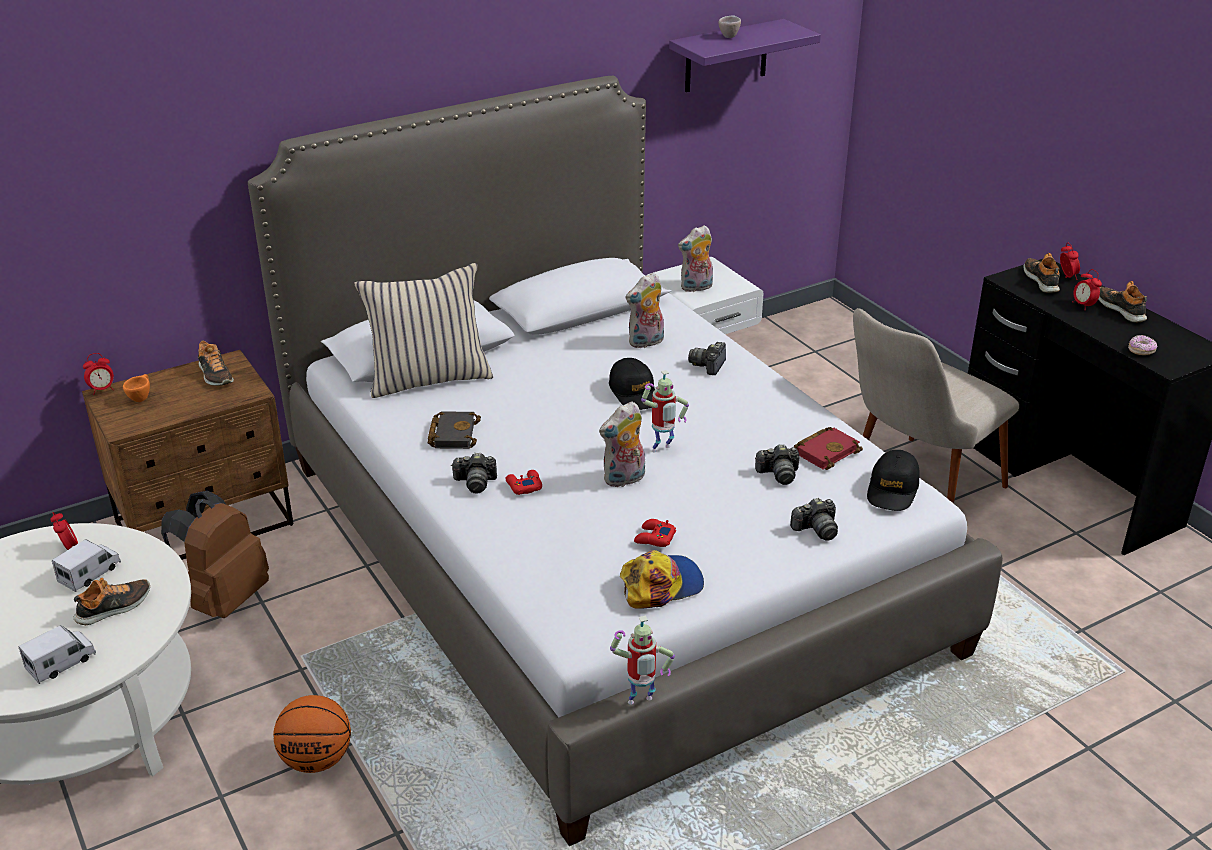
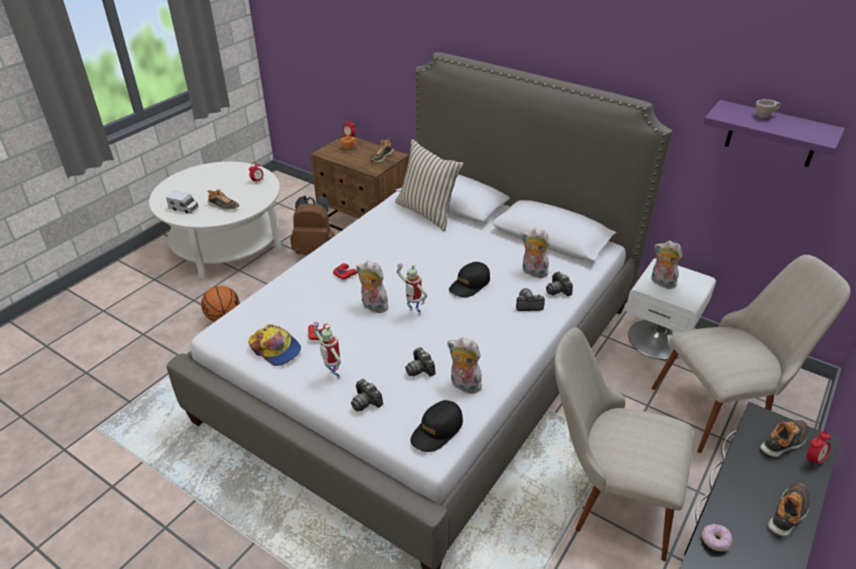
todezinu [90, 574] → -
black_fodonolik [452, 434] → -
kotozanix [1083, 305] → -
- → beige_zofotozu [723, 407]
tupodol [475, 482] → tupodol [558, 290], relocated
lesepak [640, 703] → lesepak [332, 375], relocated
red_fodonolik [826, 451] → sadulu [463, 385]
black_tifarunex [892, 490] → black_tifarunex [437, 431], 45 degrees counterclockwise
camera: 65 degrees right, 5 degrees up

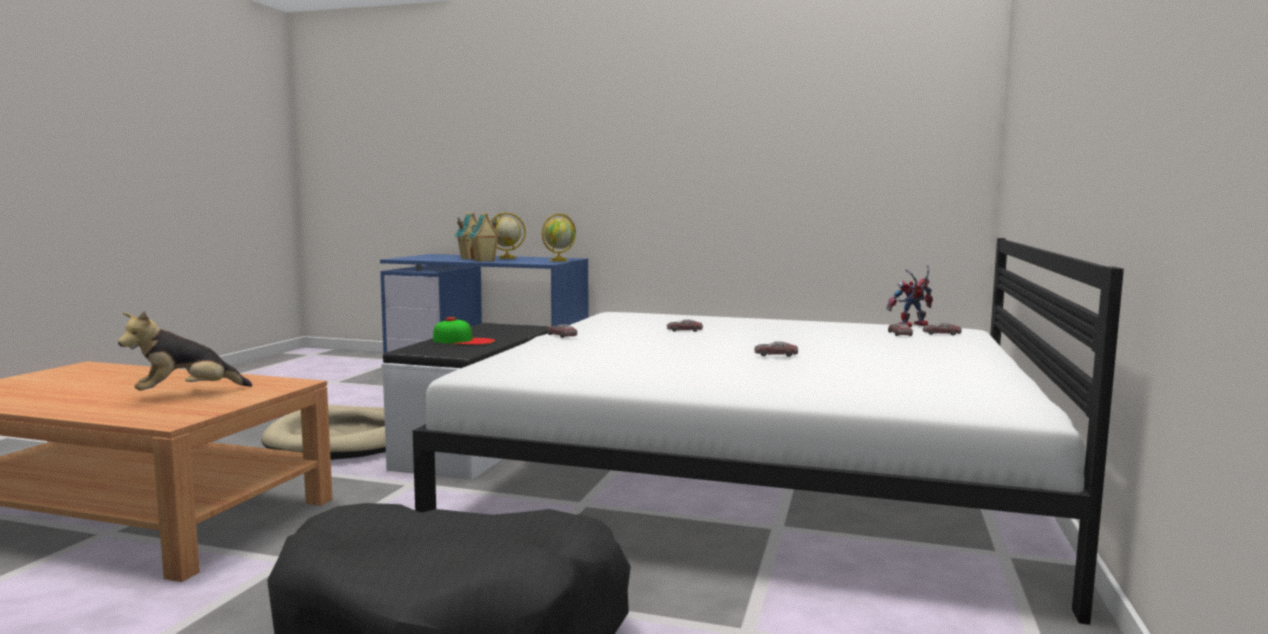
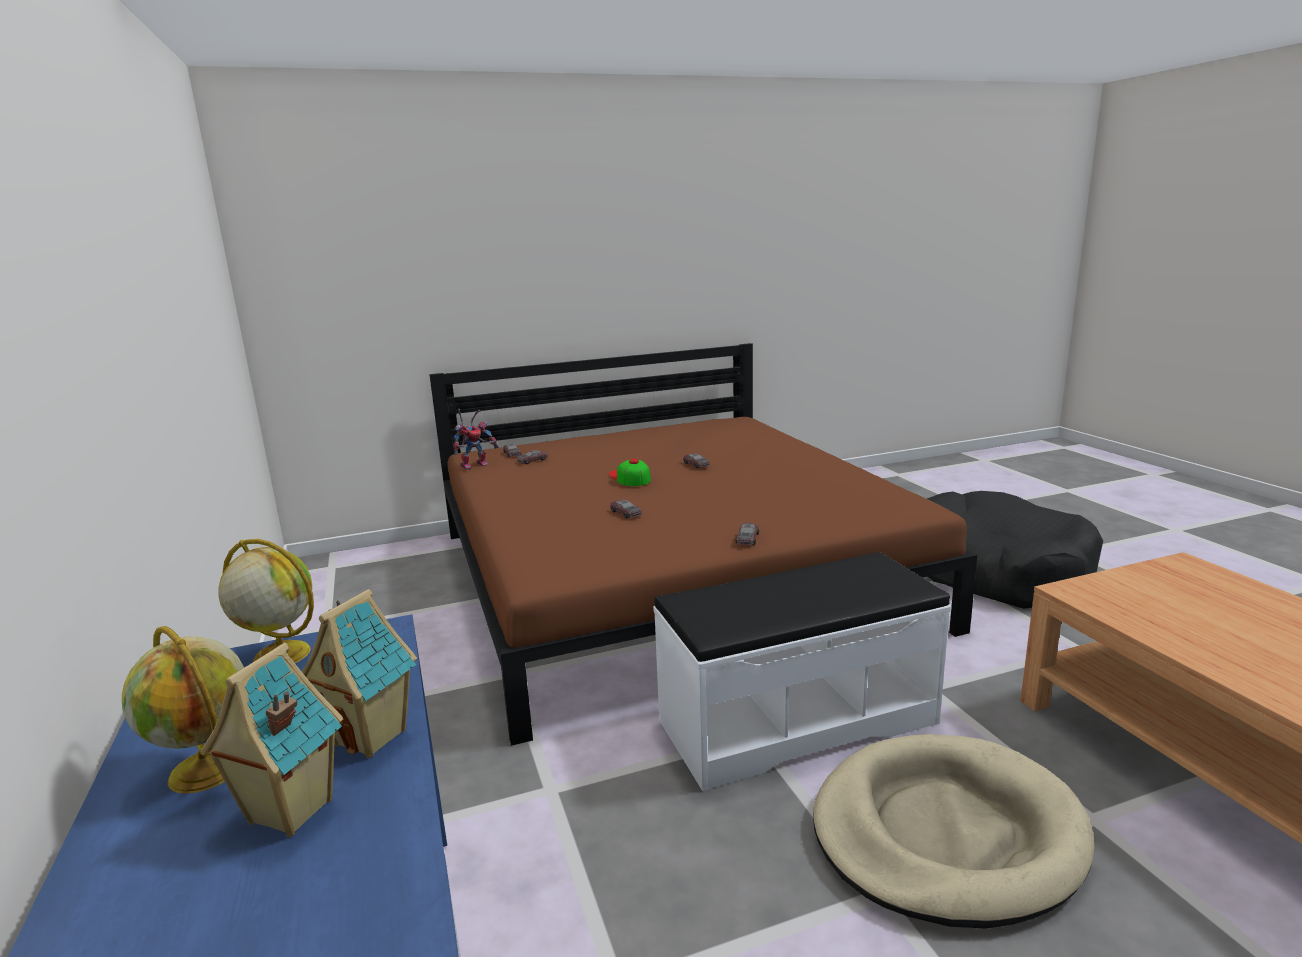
sadulu [186, 394] → -
tifarunex [463, 341] → tifarunex [629, 477], relocated
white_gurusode [758, 472] → brown_gurusode [668, 577]
lesepak [911, 326] → lesepak [475, 465], 75 degrees counterclockwise
camera: 125 degrees left, 10 degrees up

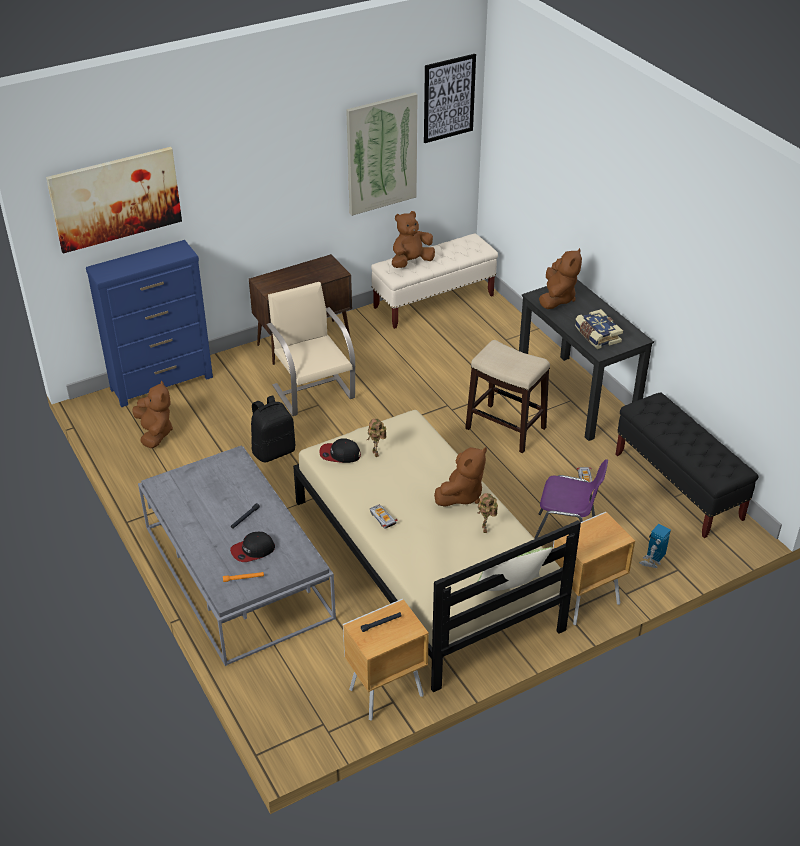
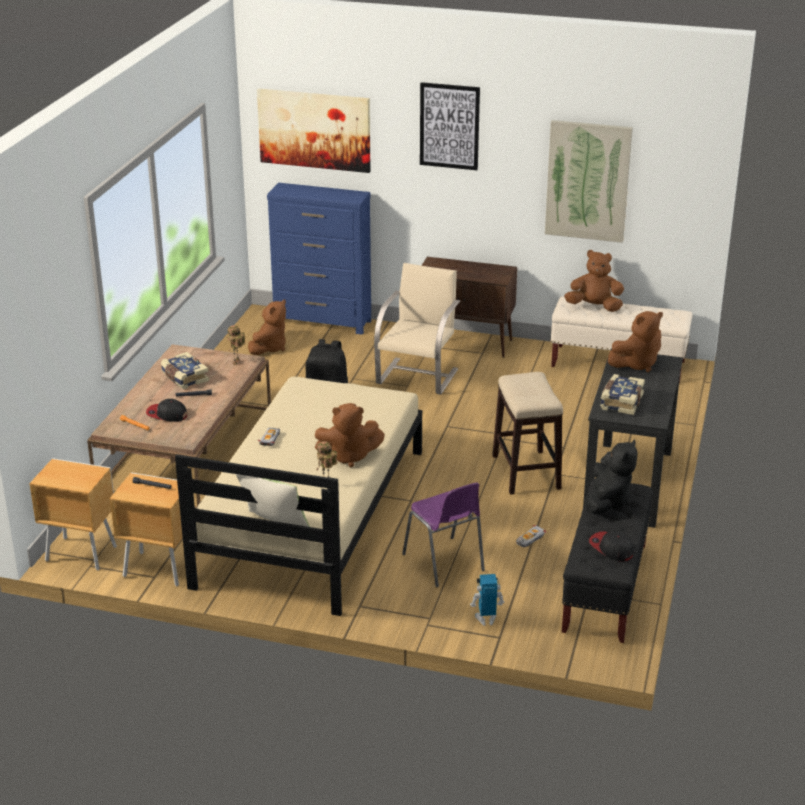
- → fodonolik [184, 378]
- → black_sadulu [607, 501]
tifarunex [339, 454] → tifarunex [611, 548], relocated
lesepak [376, 454] → lesepak [237, 363], relocated
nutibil [449, 98] → nutibil [449, 126], relocated
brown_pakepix [583, 601] → brown_pakepix [80, 553], relocated
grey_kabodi [238, 572] → brown_kabodi [187, 450]
camera: 45 degrees right, 10 degrees down

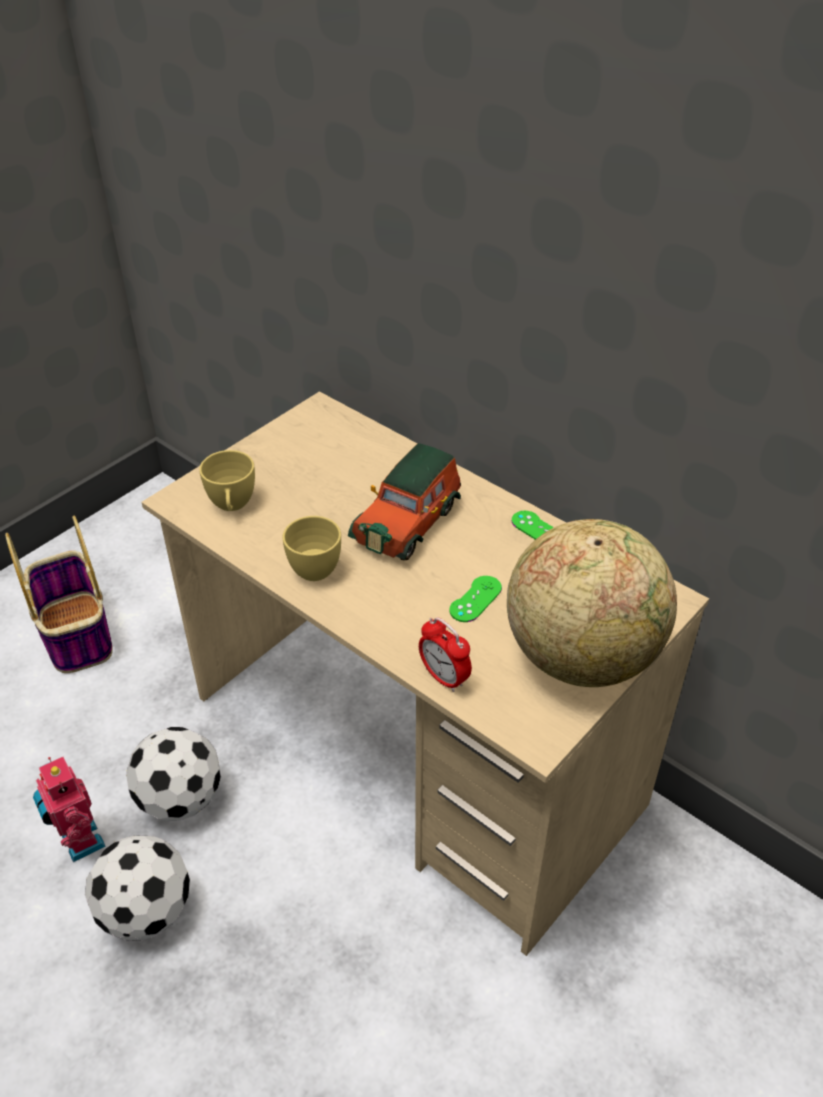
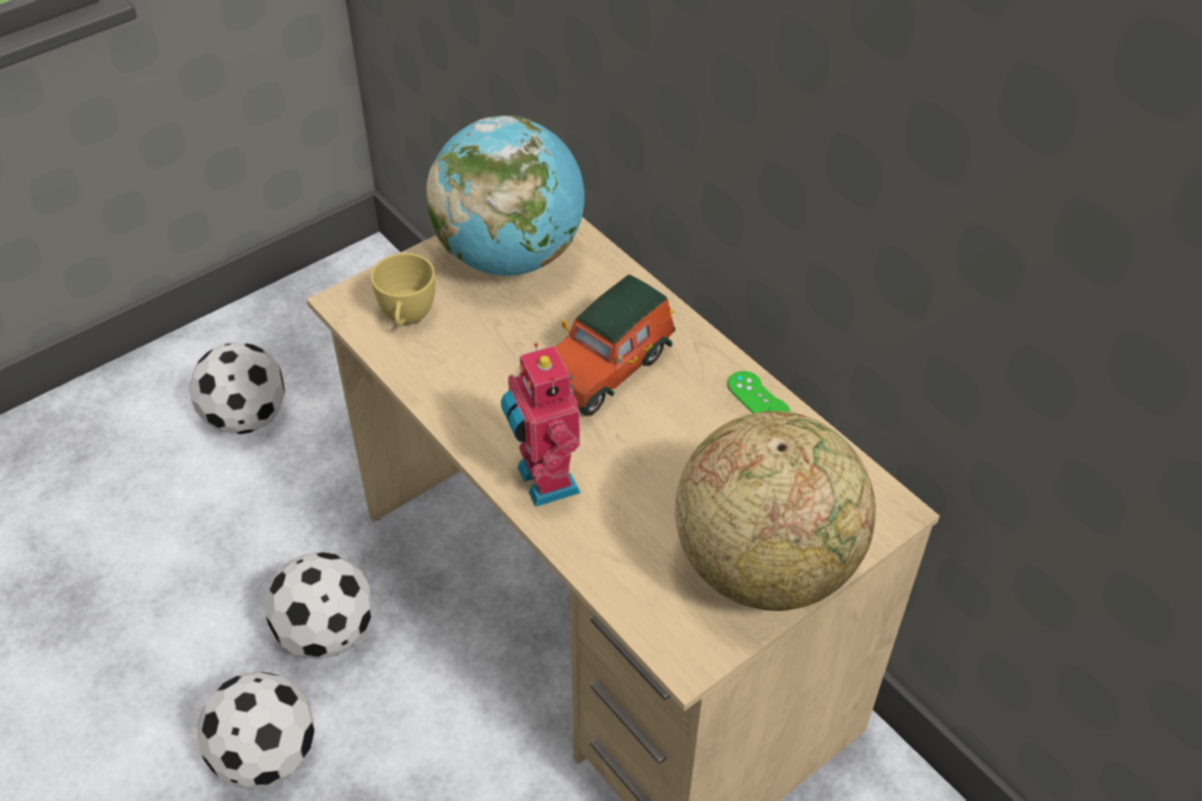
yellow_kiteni [315, 565] → -
kotozanix [444, 677] → -
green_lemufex [475, 599] → -
- → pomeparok [510, 256]
lesepak [79, 841] → lesepak [544, 481], relocated
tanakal [75, 632] → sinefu [245, 417]
camera: 10 degrees right, 5 degrees up

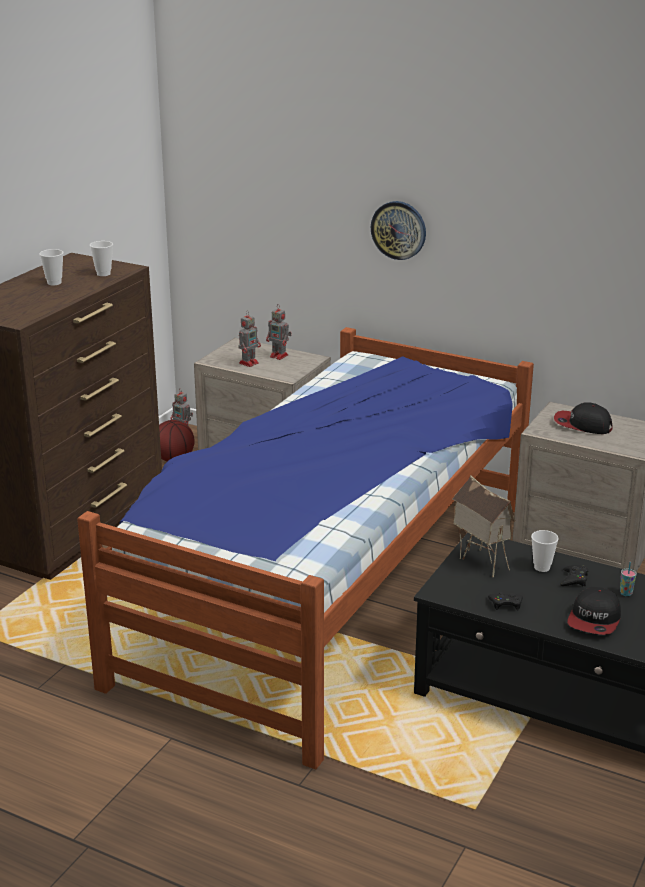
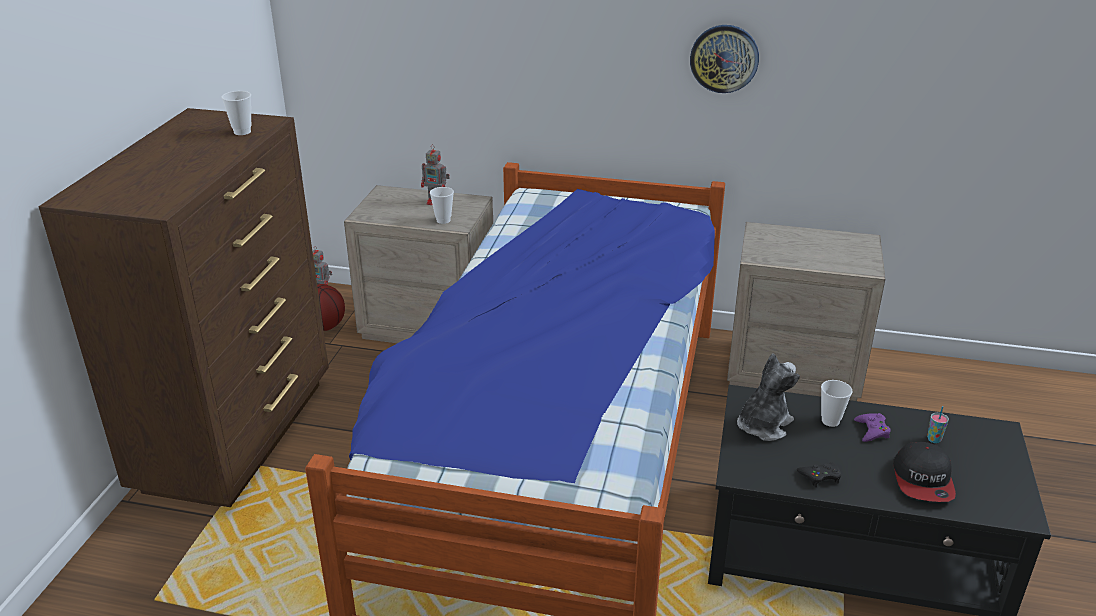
lesepak [249, 363] → -
tifarunex [582, 425] → -
kiteni [54, 283] → kiteni [443, 220], relocated
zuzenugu [399, 230] → zuzenugu [724, 58], relocated
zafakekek [480, 562] → sadulu [763, 425]
black_lemufex [574, 579] → purple_lemufex [872, 431]
camera: 15 degrees left, 5 degrees up

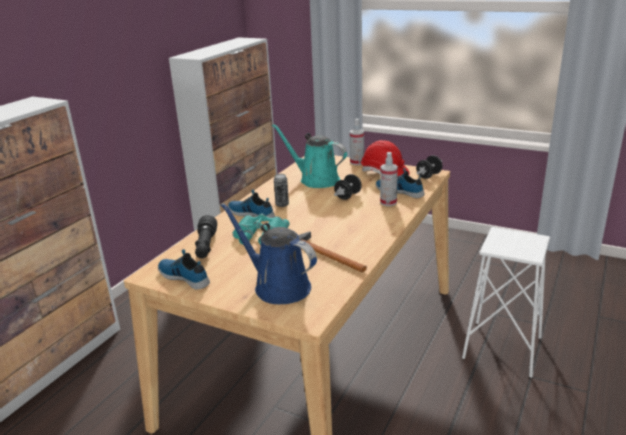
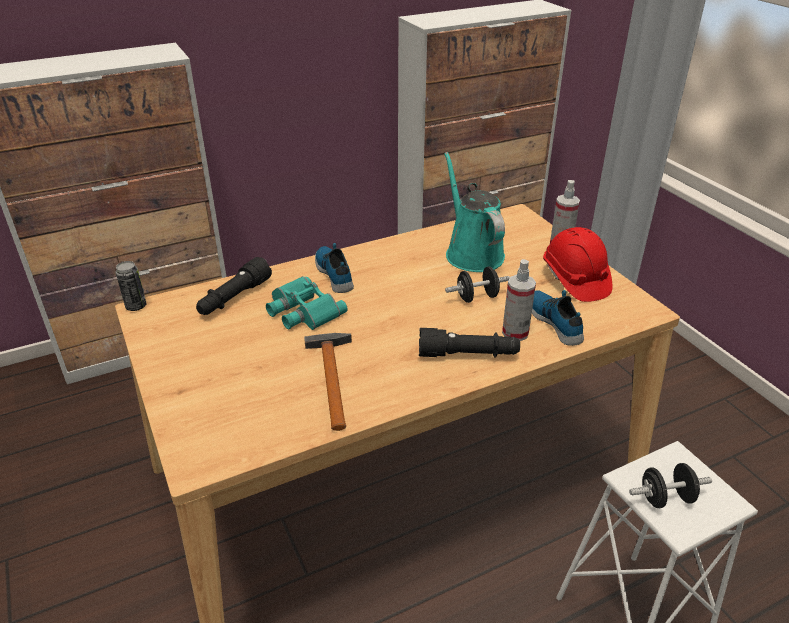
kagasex [184, 277] → -
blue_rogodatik [277, 286] → -
- → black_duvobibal [468, 355]
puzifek [282, 205] → puzifek [136, 306], relocated
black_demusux [428, 176] → black_demusux [665, 498], relocated
camera: 35 degrees right, 10 degrees up

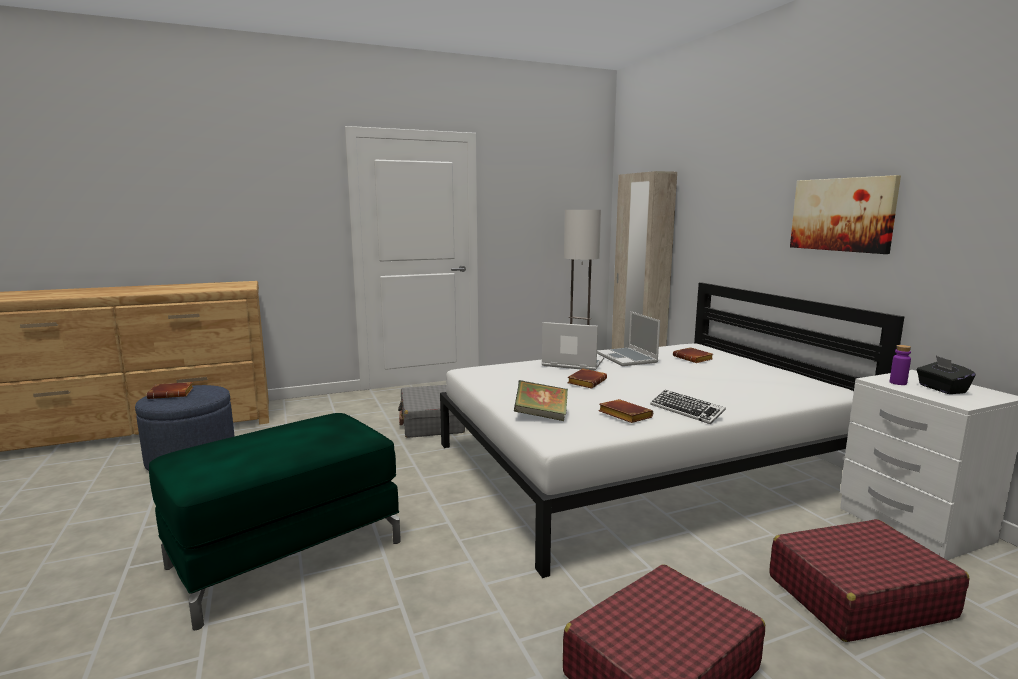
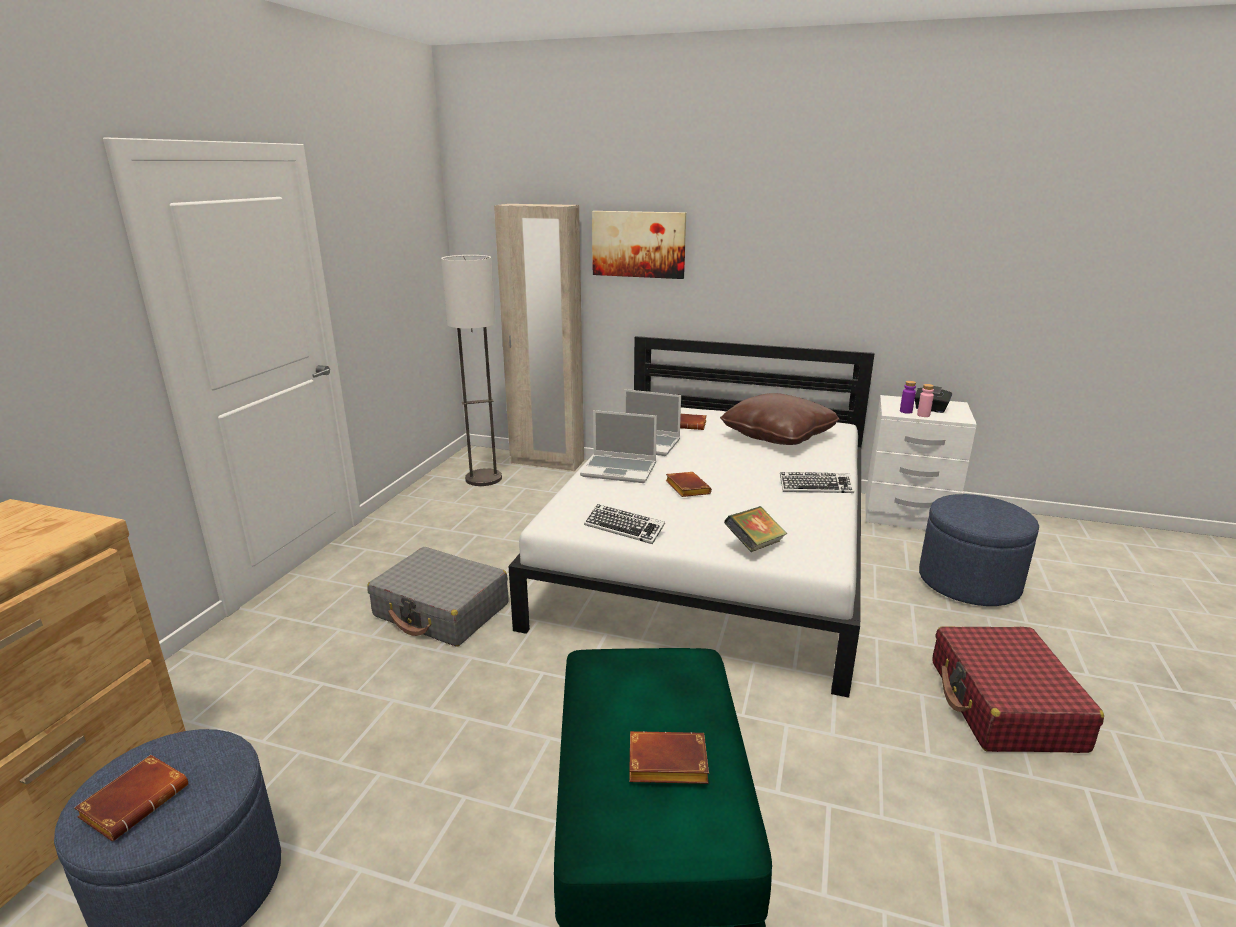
- → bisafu [624, 528]
- → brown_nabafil [777, 436]
- → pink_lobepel [923, 415]
brown_fodonolik [623, 415] → brown_fodonolik [665, 765], relocated
nutibil [842, 214] → nutibil [638, 244], relocated
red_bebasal [858, 596] → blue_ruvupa [968, 582]
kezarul [572, 363] → kezarul [620, 470], 135 degrees counterclockwise
camera: 50 degrees left, 10 degrees up

